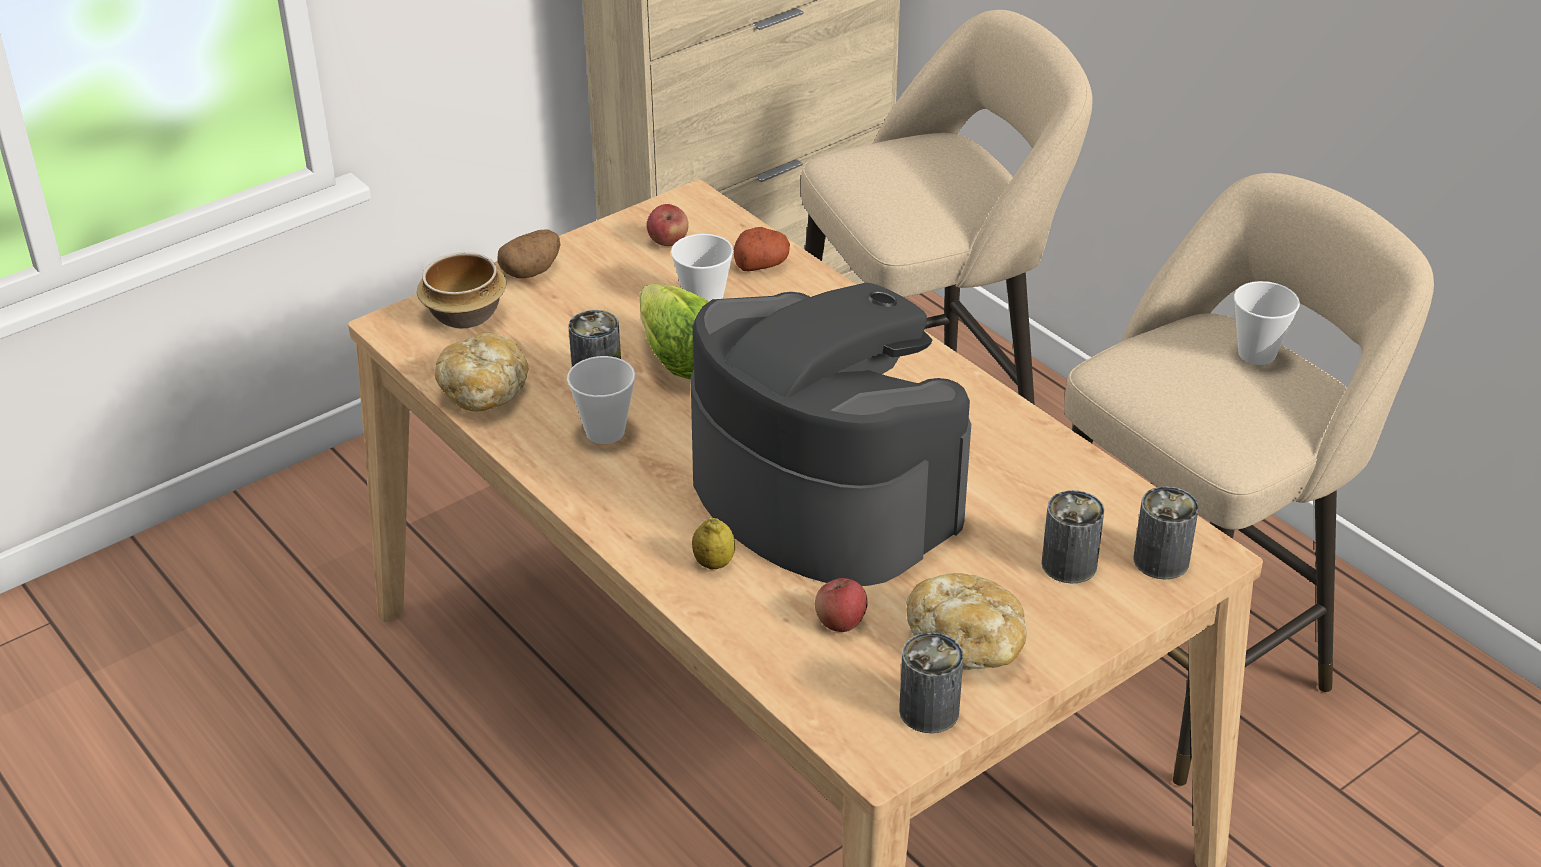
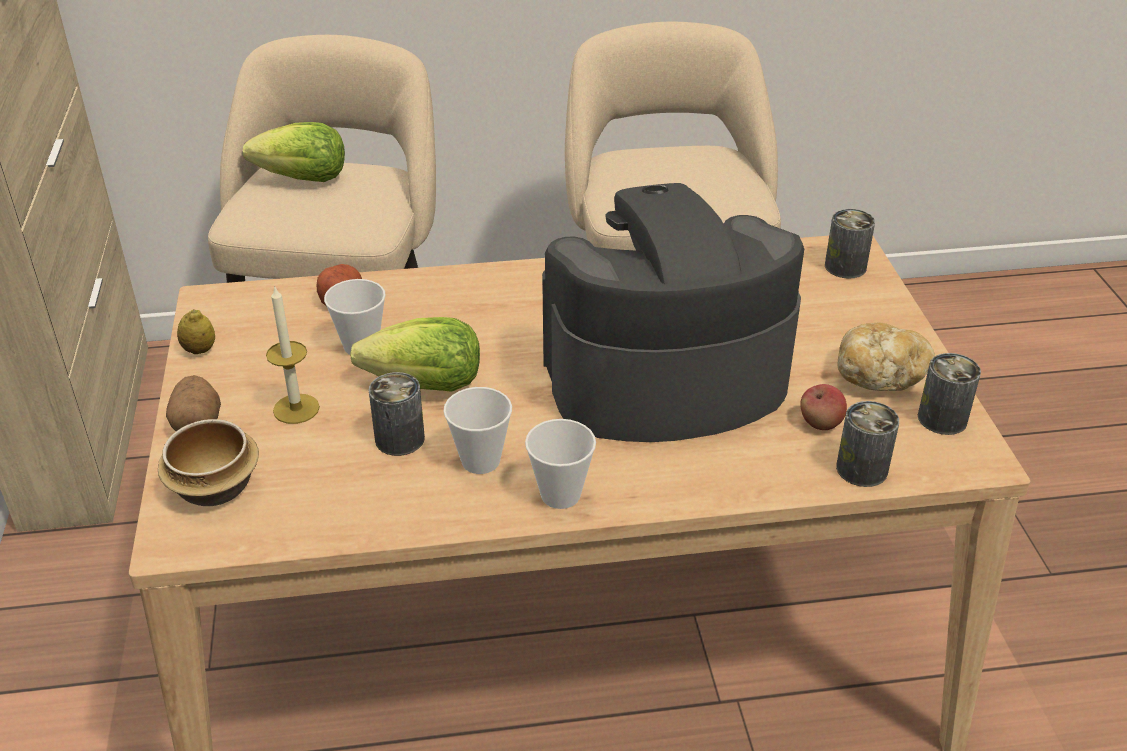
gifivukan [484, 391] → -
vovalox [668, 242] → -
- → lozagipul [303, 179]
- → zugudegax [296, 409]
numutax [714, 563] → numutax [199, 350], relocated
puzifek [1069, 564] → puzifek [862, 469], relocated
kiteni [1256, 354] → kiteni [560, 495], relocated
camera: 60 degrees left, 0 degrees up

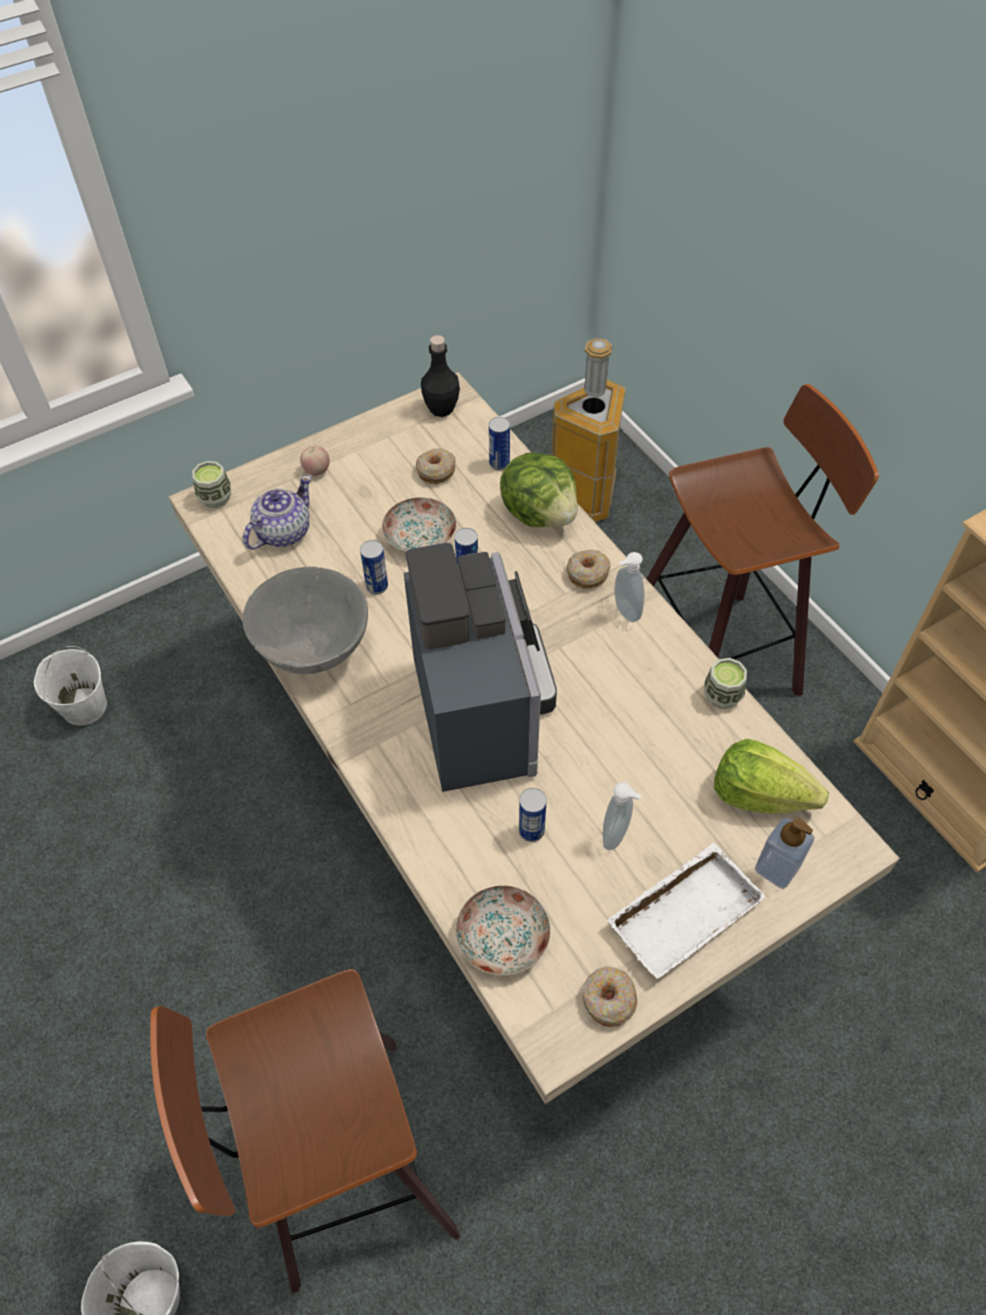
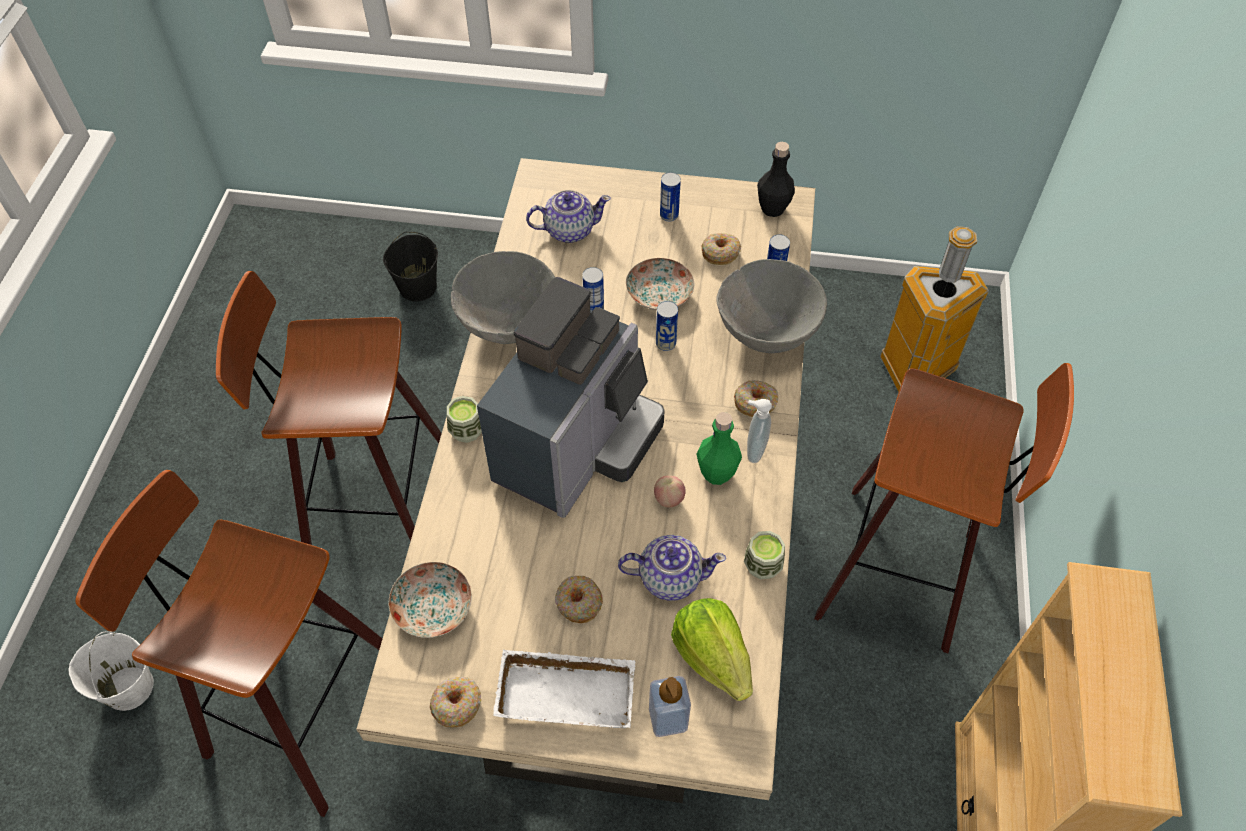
- → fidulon [373, 509]
- → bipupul [669, 577]
- → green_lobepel [716, 473]
kiteni [215, 498] → kiteni [467, 430], relocated
vovalox [317, 471] → vovalox [668, 499], relocated
puzifek [531, 831] → puzifek [669, 215], relocated
lozagipul [540, 513] → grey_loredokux [766, 334]
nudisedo [617, 835] → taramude [578, 603]
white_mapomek [83, 706] → black_mapomek [417, 287]
camera: 40 degrees right, 0 degrees up

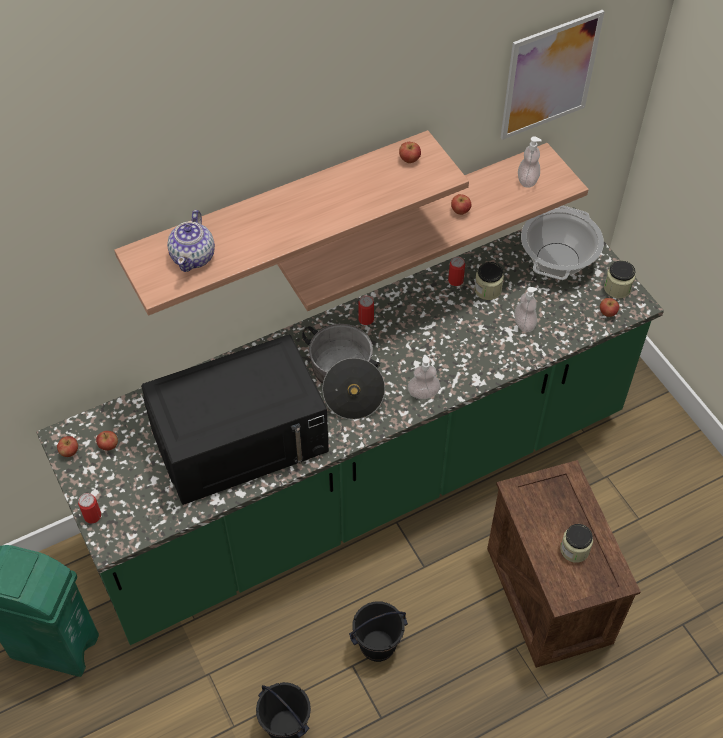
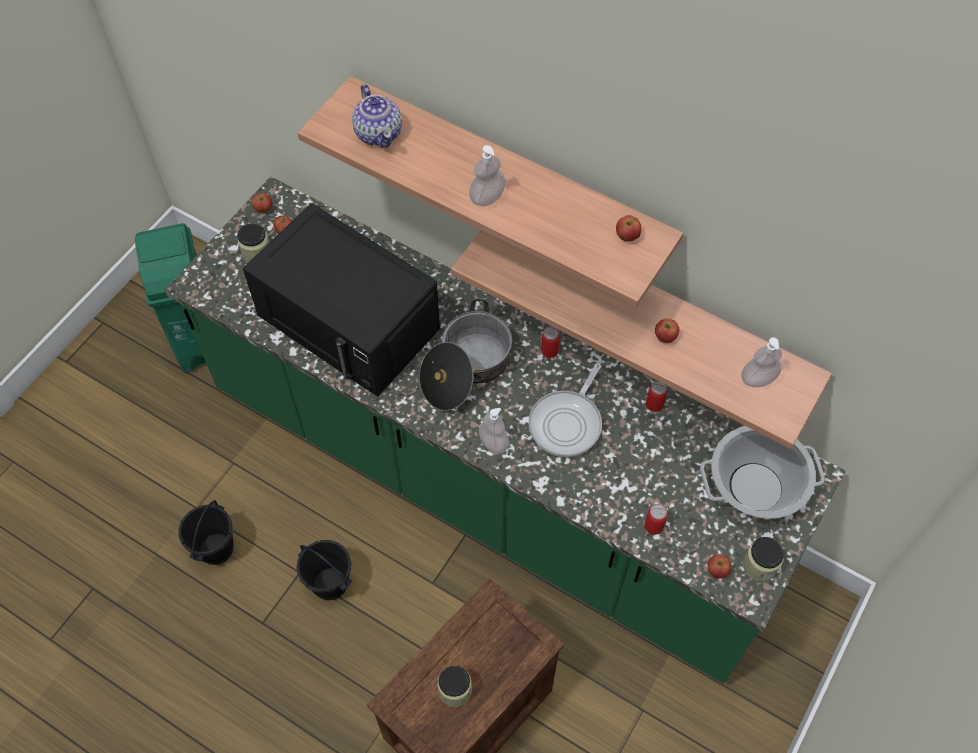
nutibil [549, 75] → -
- → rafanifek [567, 423]
puzifek [92, 516] → puzifek [653, 526], relocated
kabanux [487, 290] → kabanux [256, 253], relocated
nudisedo [524, 324] → nudisedo [487, 197], relocated
bipupul [193, 256] → bipupul [379, 133], 90 degrees counterclockwise
camera: 60 degrees right, 5 degrees up

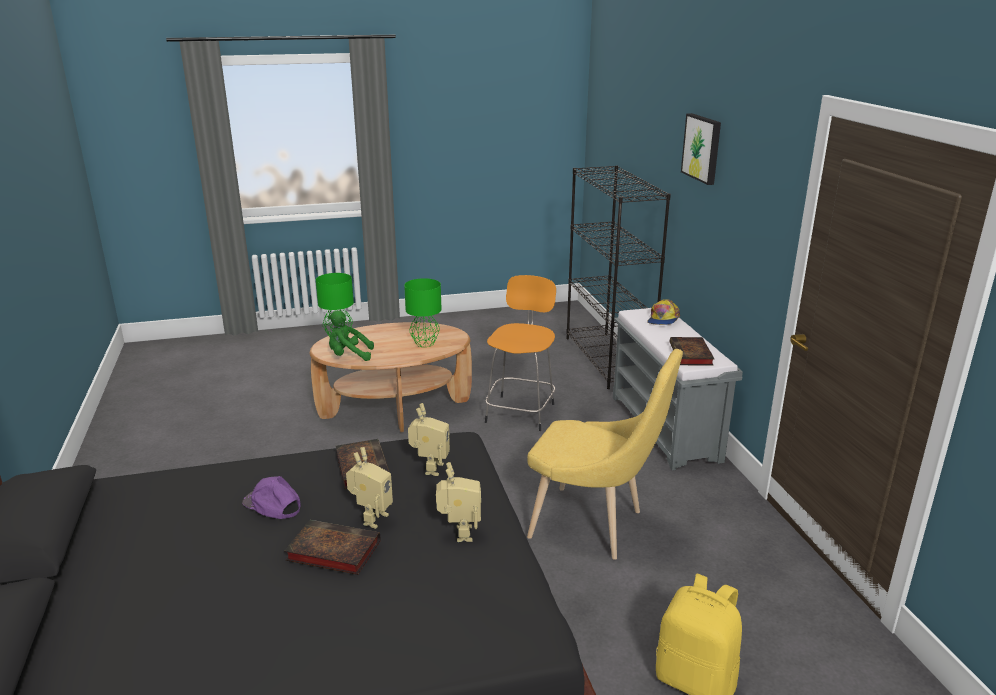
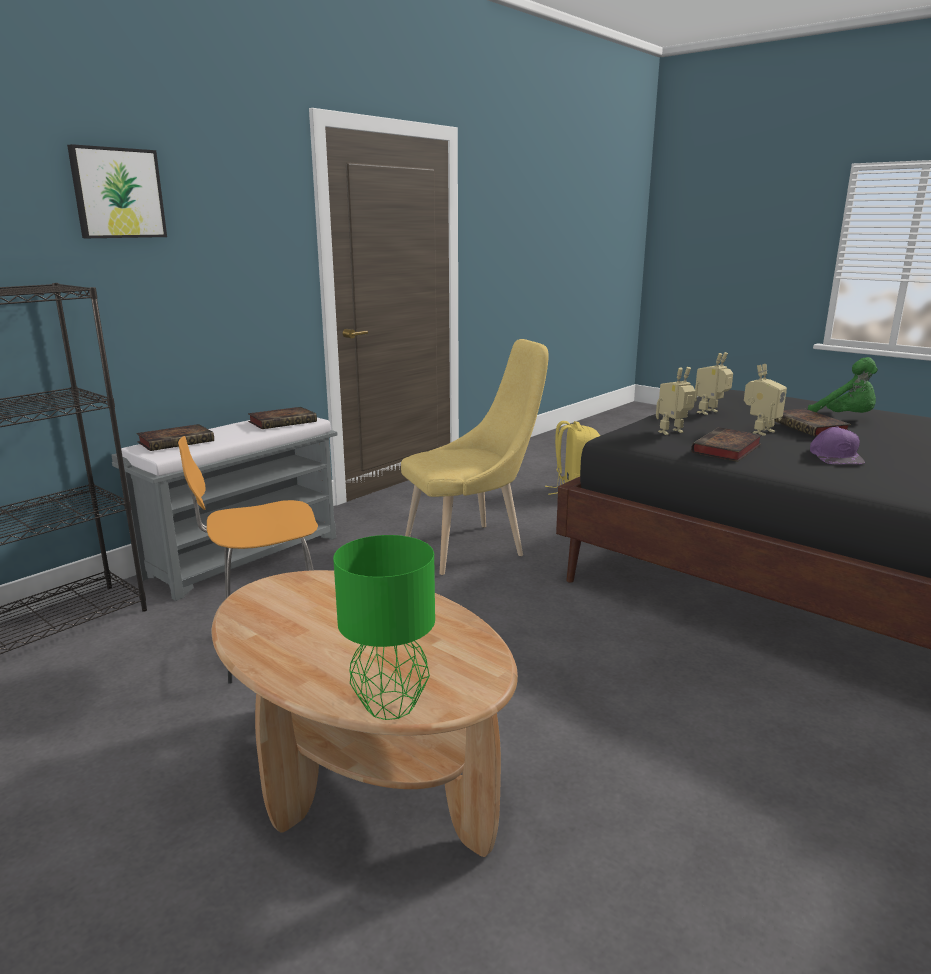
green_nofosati [425, 343] → -
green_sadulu [349, 356] → green_sadulu [845, 418], relocated
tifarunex [663, 319] → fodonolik [177, 442]
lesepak [371, 518] → lesepak [759, 431], 150 degrees clockwise
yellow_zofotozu [594, 526] → yellow_zofotozu [471, 547], 75 degrees clockwise
camera: 125 degrees left, 5 degrees down

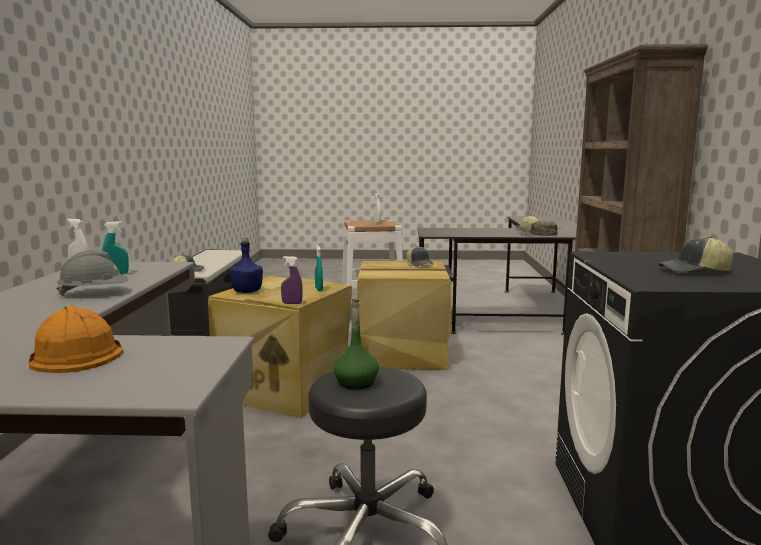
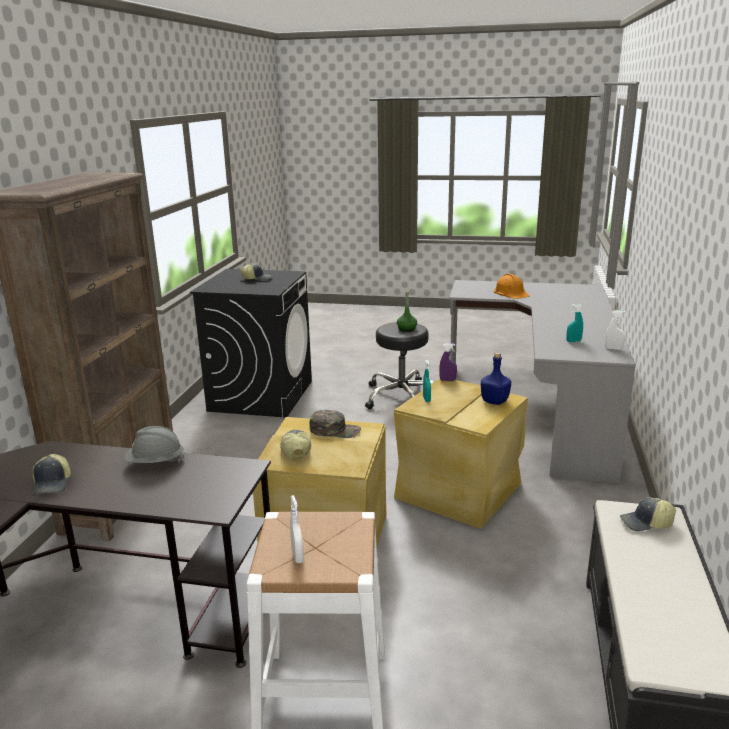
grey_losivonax [94, 293] → grey_losivonax [155, 462], relocated
green_tifarunex [538, 234] → green_tifarunex [335, 430], relocated
camera: 170 degrees left, 10 degrees up

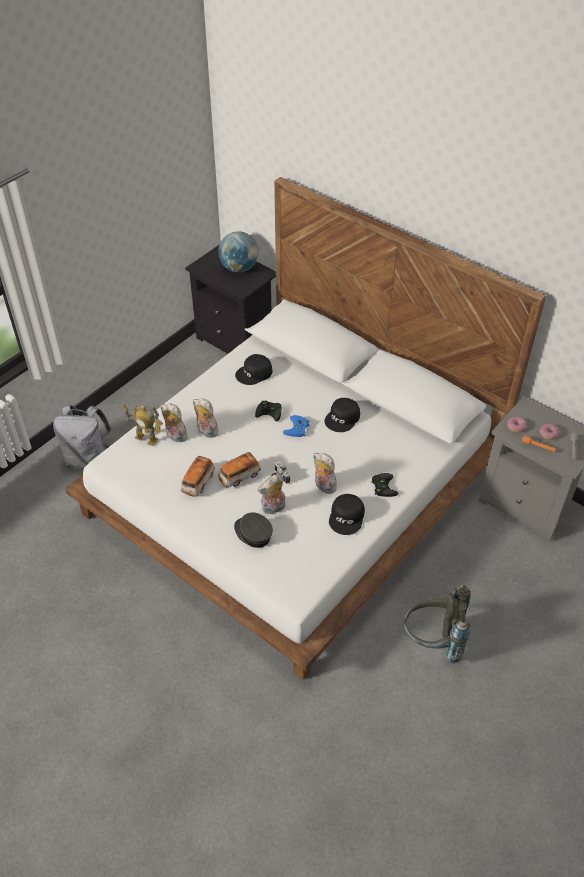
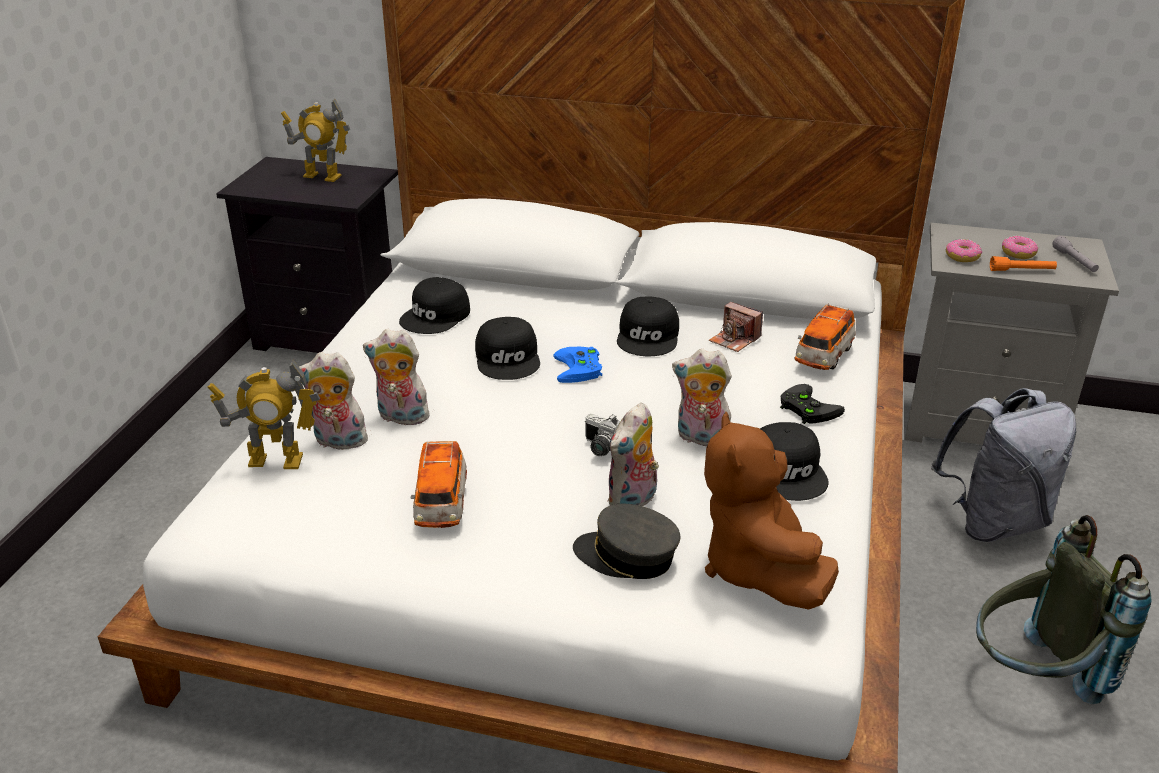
- → brown_sadulu [758, 568]
- → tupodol [734, 340]
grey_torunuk [88, 459] → grey_torunuk [993, 521], relocated
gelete [239, 476] → gelete [823, 356], relocated
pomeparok [239, 268] → lesepak [322, 176]
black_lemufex [270, 411] → black_tifarunex [509, 358]
camera: 25 degrees left, 15 degrees down

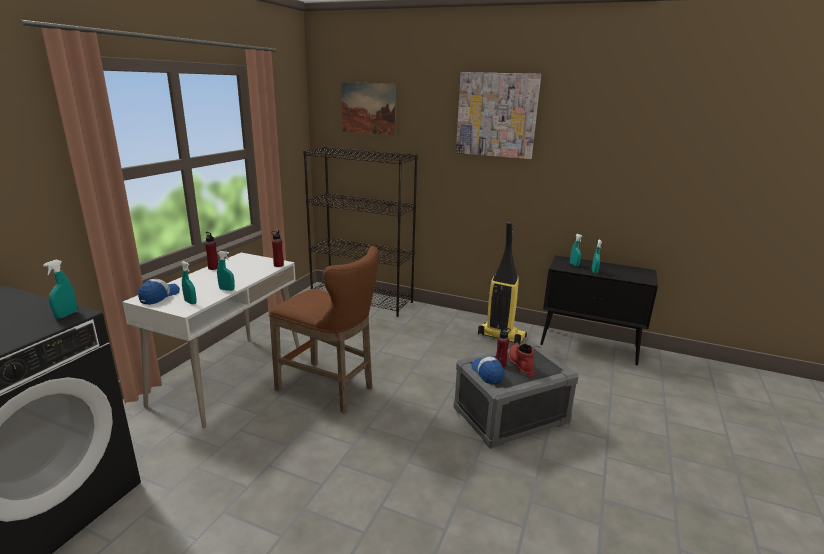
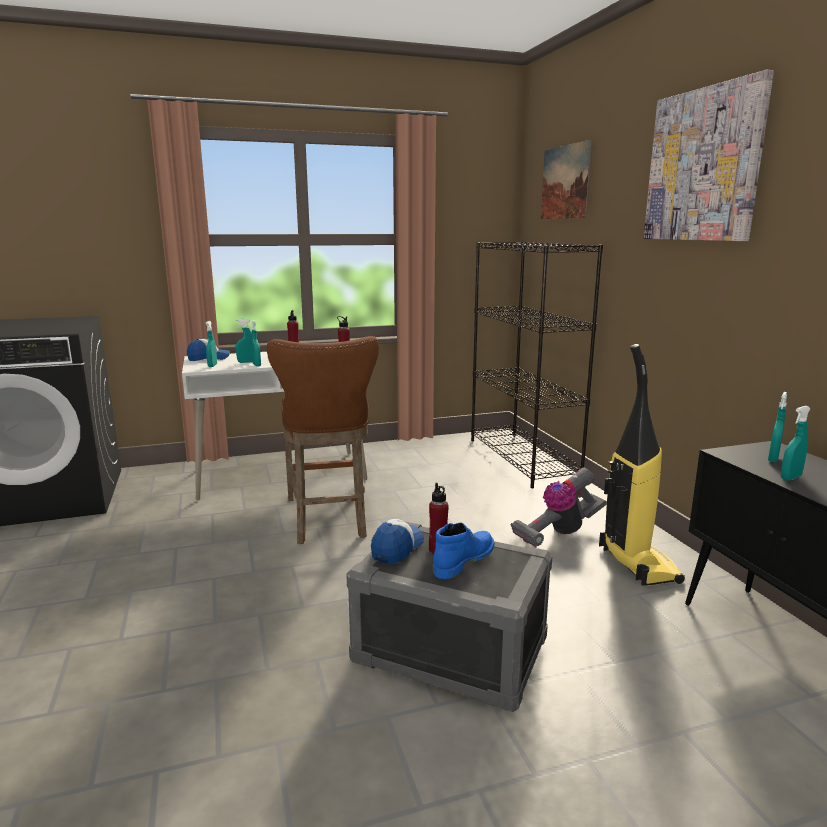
- → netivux [558, 532]
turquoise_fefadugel [66, 315] → turquoise_fefadugel [246, 362], relocated
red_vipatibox [520, 364] → blue_vipatibox [462, 560]
camera: 50 degrees right, 5 degrees down

